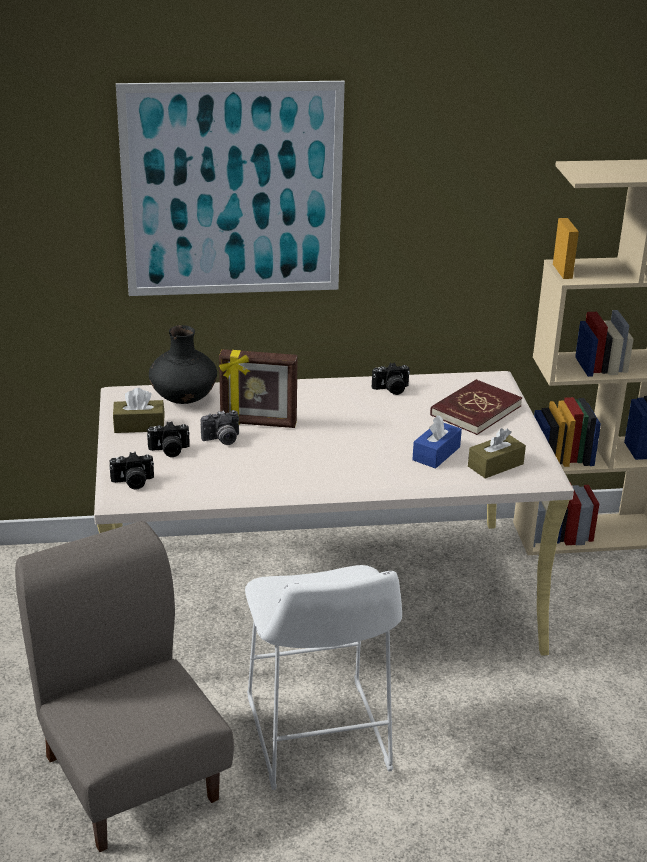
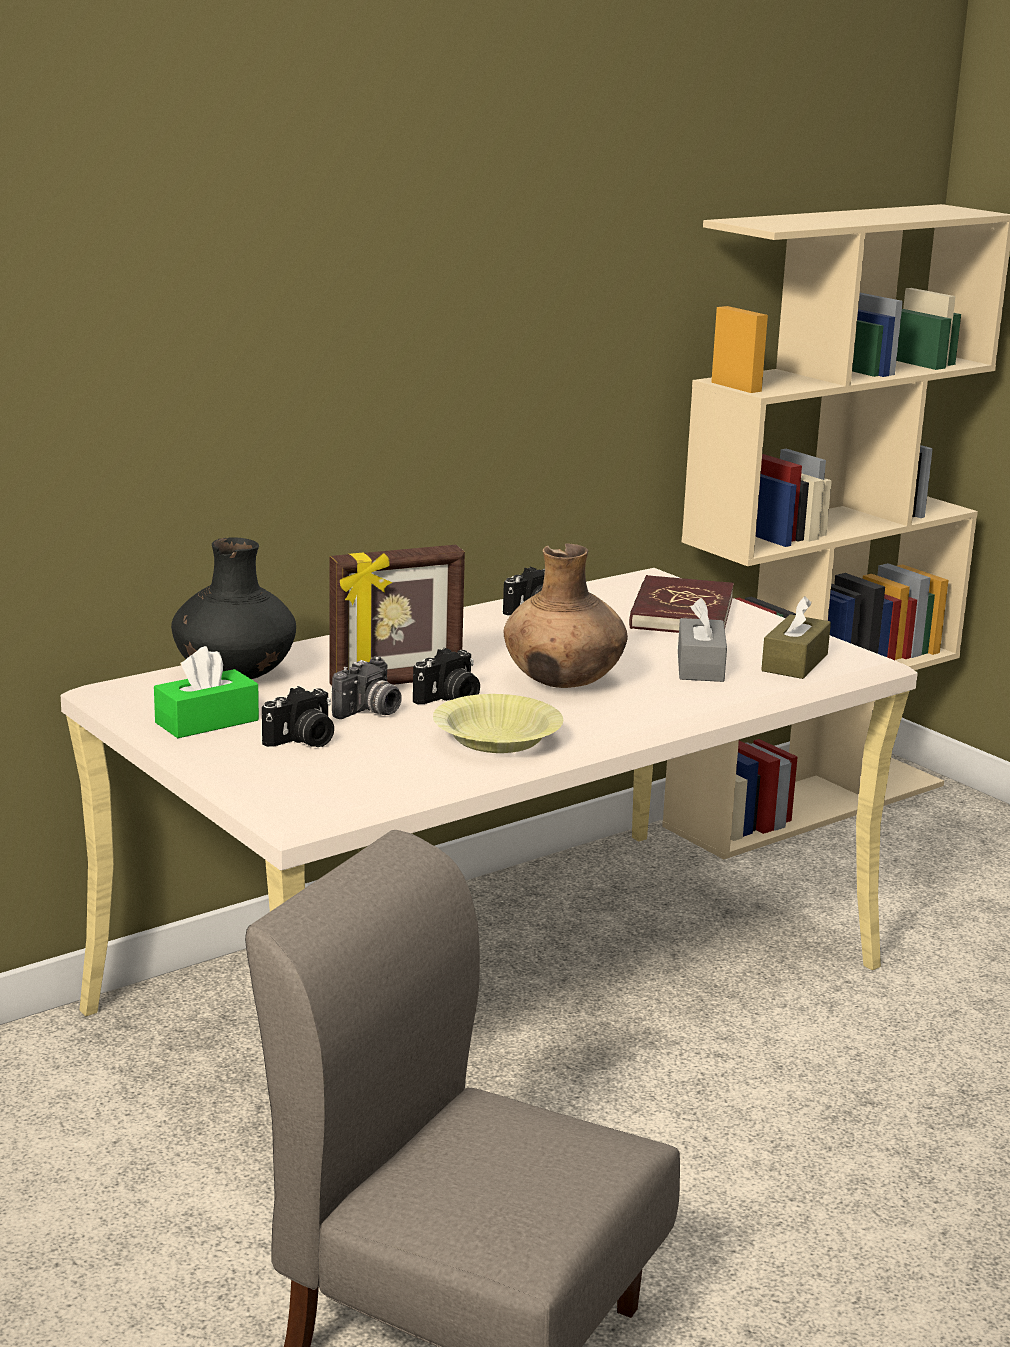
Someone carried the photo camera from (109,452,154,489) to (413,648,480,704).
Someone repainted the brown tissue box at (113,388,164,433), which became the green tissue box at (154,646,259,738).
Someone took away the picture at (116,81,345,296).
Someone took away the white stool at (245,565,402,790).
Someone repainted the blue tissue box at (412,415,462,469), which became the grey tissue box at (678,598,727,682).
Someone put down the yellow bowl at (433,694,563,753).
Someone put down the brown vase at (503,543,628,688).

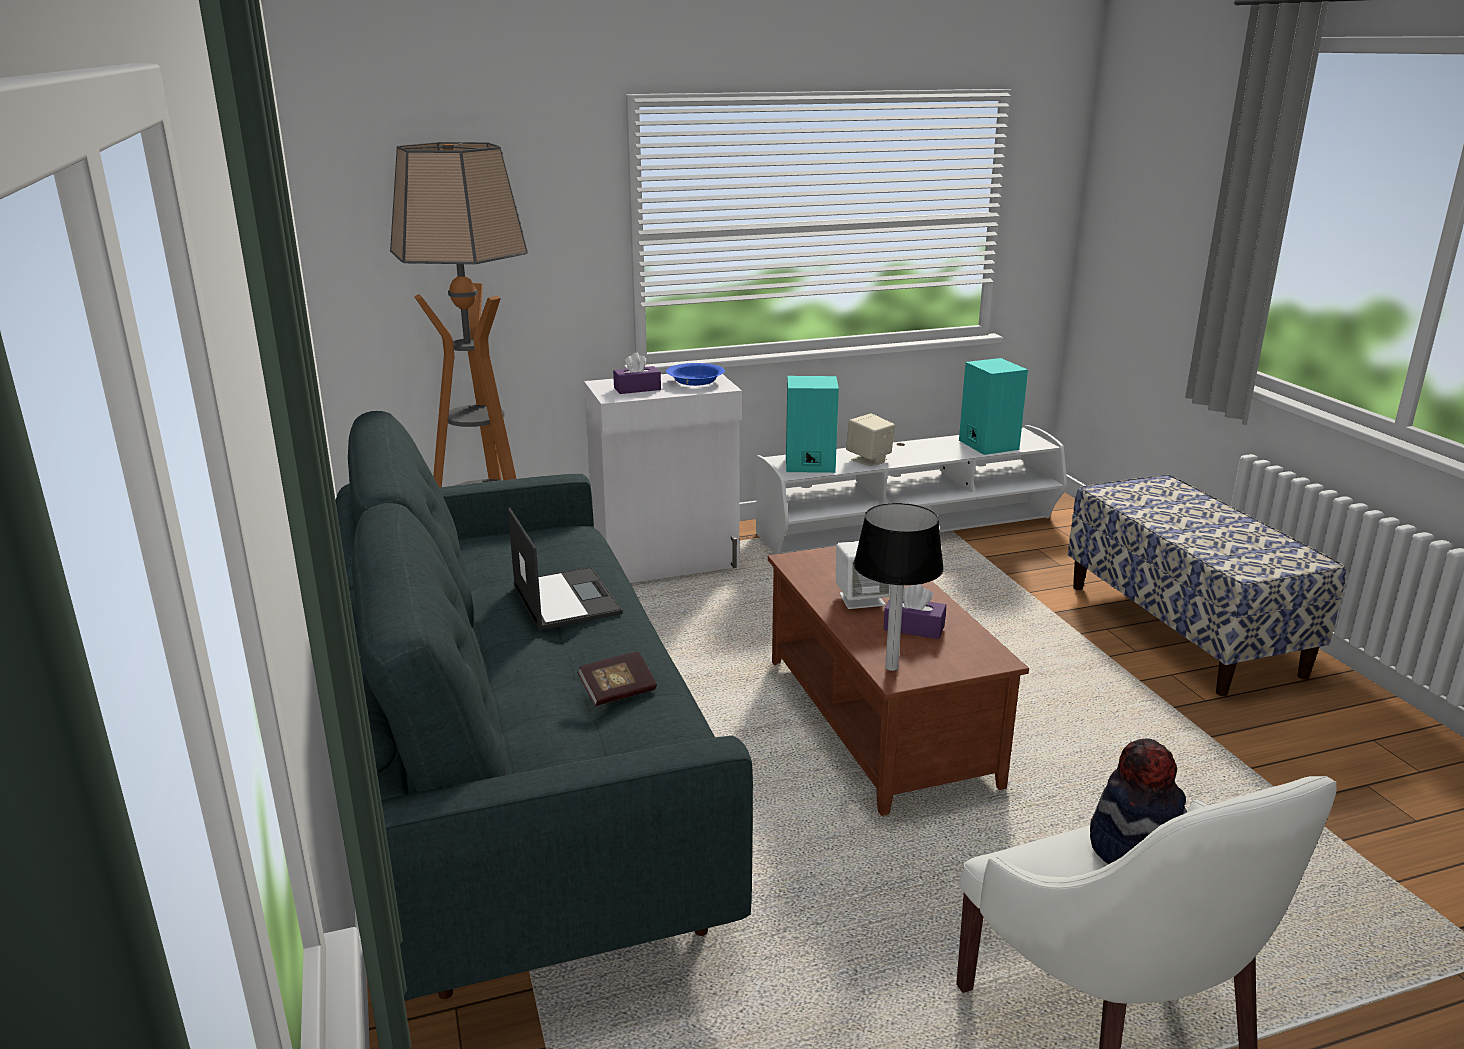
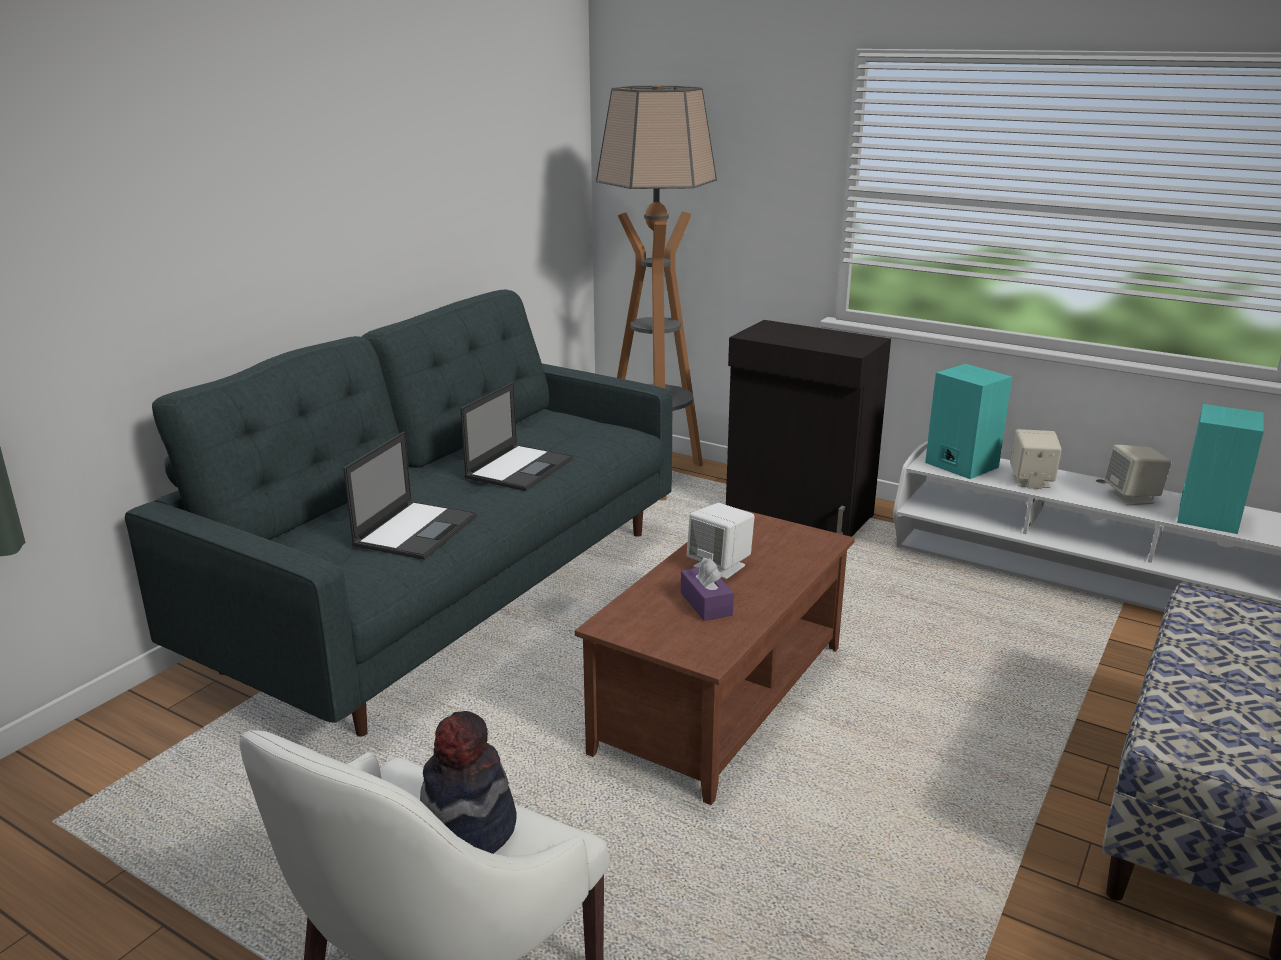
Someone swapped the book at (577,651,657,706) for the laptop at (343,431,477,560).
Someone repainted the white cabinet at (584,374,742,583), which became the black cabinet at (726,320,891,537).
Someone took away the purple tissue box at (613,352,661,394).
Someone took away the blue bowl at (666,363,725,386).
Someone took away the table lamp at (854,503,944,671).
Someone put down the beige speaker at (1104,445,1172,505).

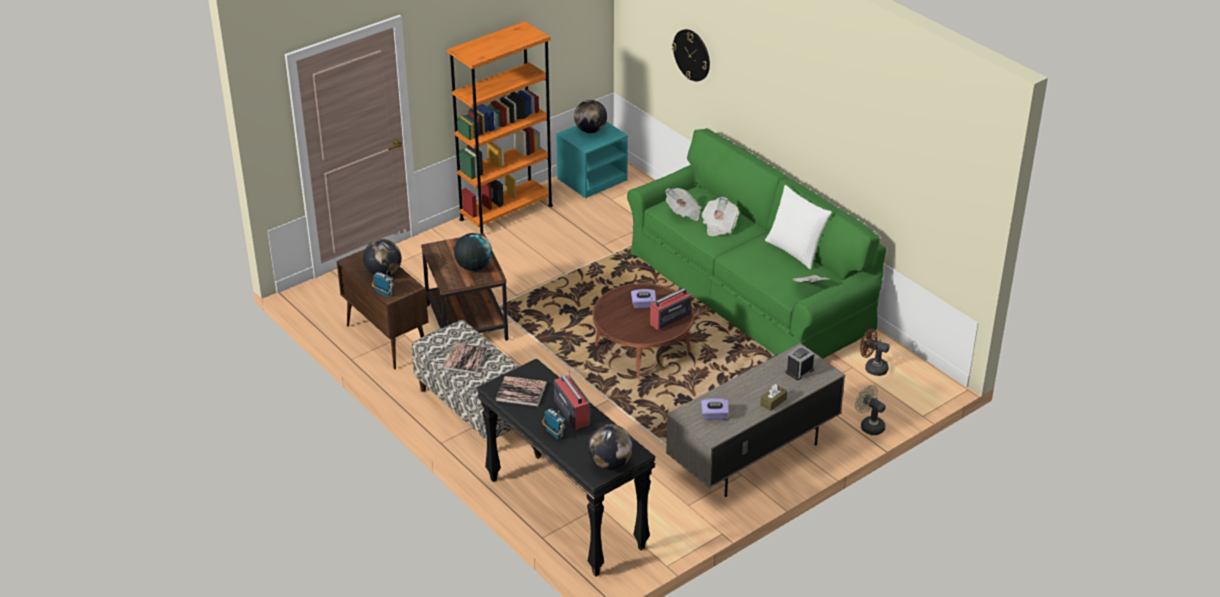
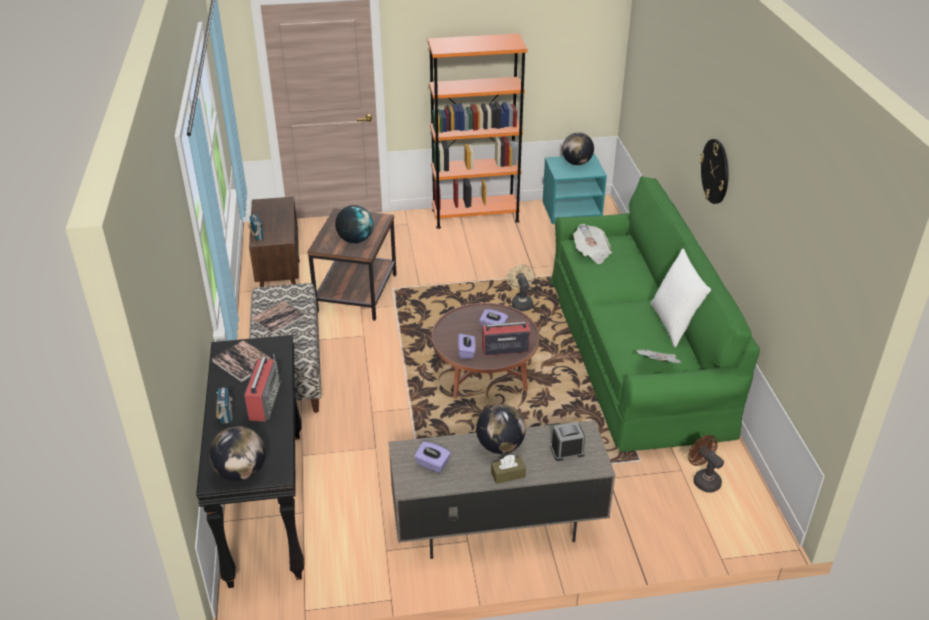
Someone carried the globe from (363,239,401,276) to (476,404,526,454).
Someone carried the wall clock from (672,29,710,81) to (700,139,729,204).
Someone took away the newspaper at (702,197,739,236).
Someone carried the beige fan from (855,385,886,435) to (506,264,534,311).
Someone put down the purple tissue box at (458,334,476,359).

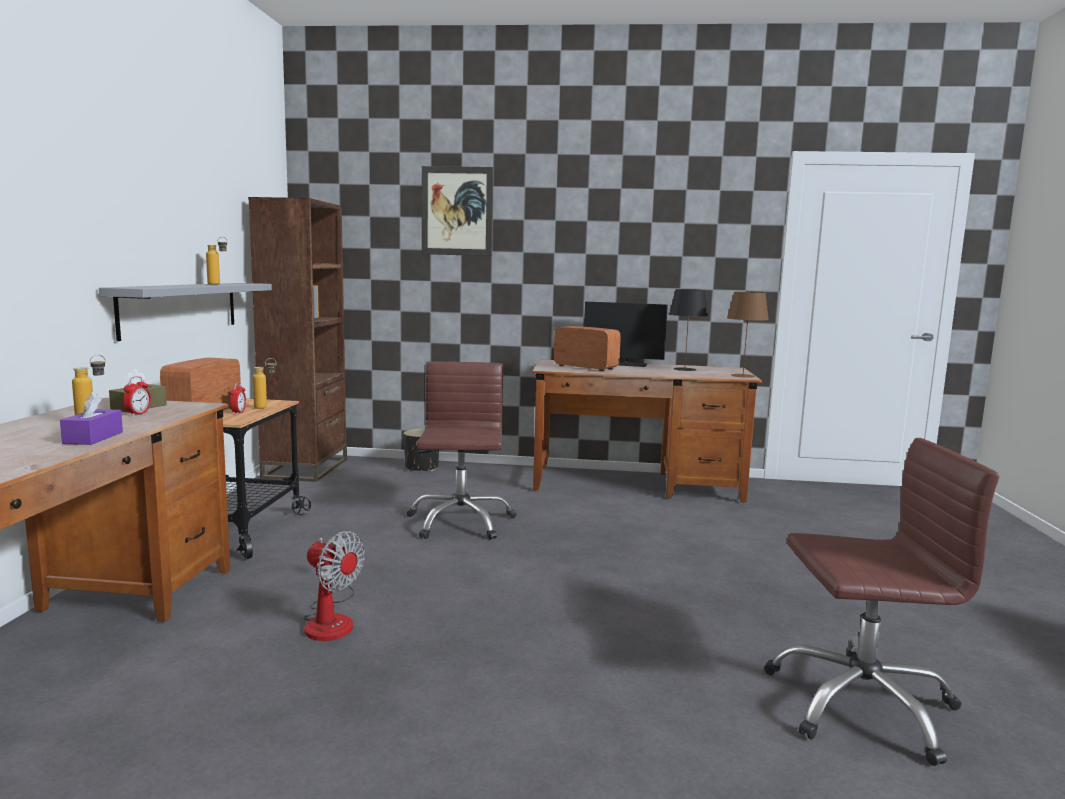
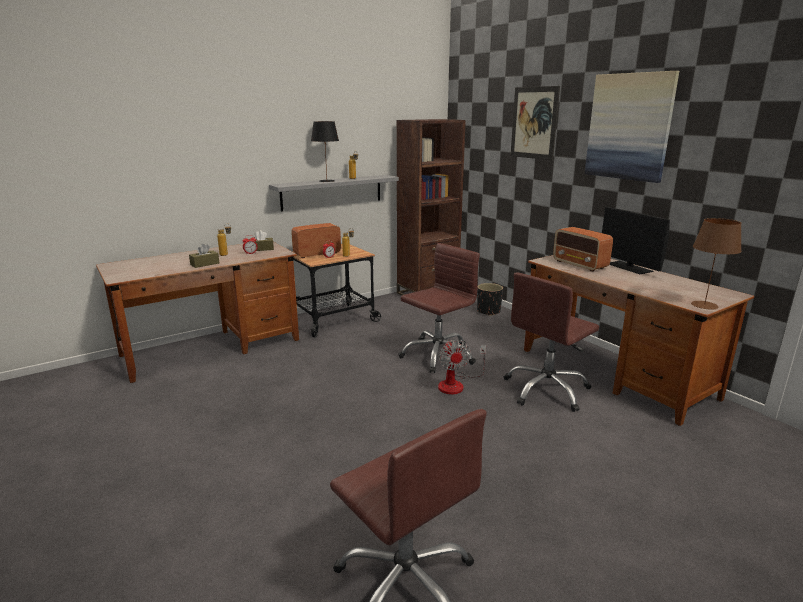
Someone repainted the purple tissue box at (60,392,123,445), which became the brown tissue box at (189,244,219,268).
Someone carried the fan from (304,531,365,641) to (438,340,486,394).
Someone rotated the radio at (554,326,621,371) by 150 degrees clockwise.
Someone carried the black table lamp from (669,289,708,371) to (311,121,339,182).
Someone put down the brown office chair at (504,272,599,412).
Someone put up the picture at (585,71,679,183).

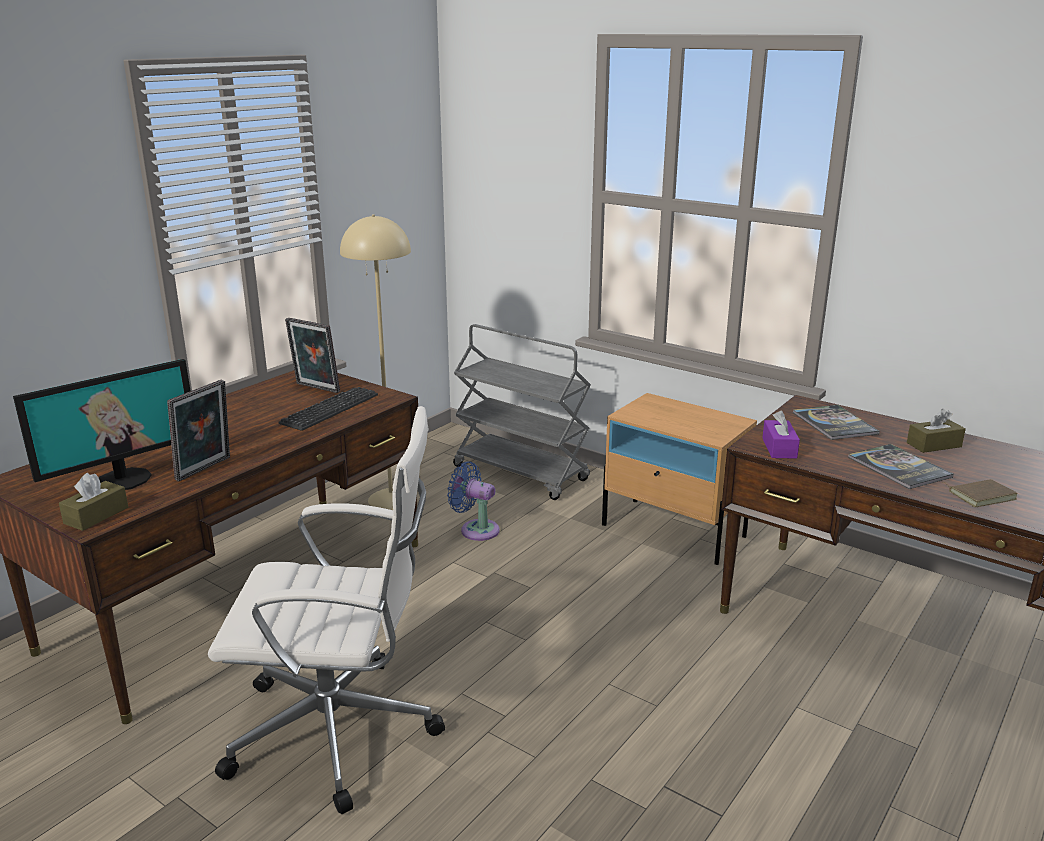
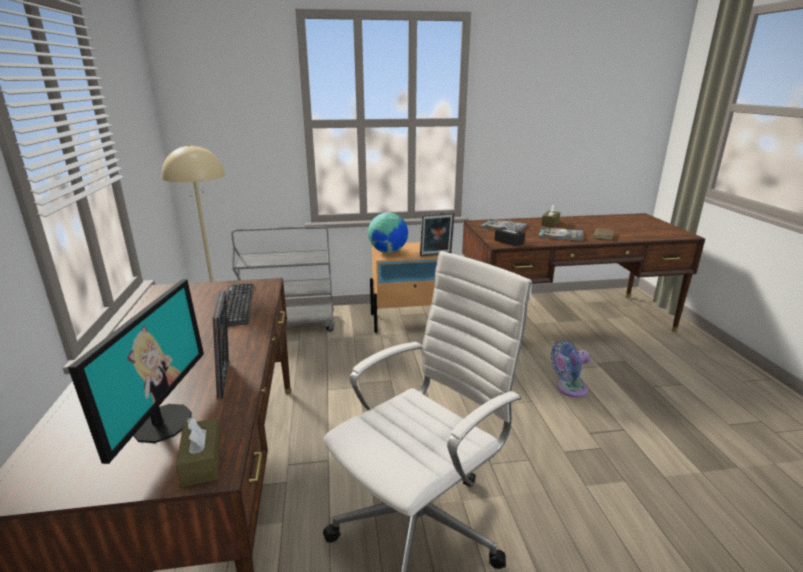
Someone carried the picture frame from (285,318,340,393) to (420,212,455,257).
Someone carried the blue fan from (447,461,500,541) to (551,340,590,398).
Someone repainted the purple tissue box at (762,411,800,459), which became the black tissue box at (494,220,525,247).
Someone put down the globe at (368,212,408,253).

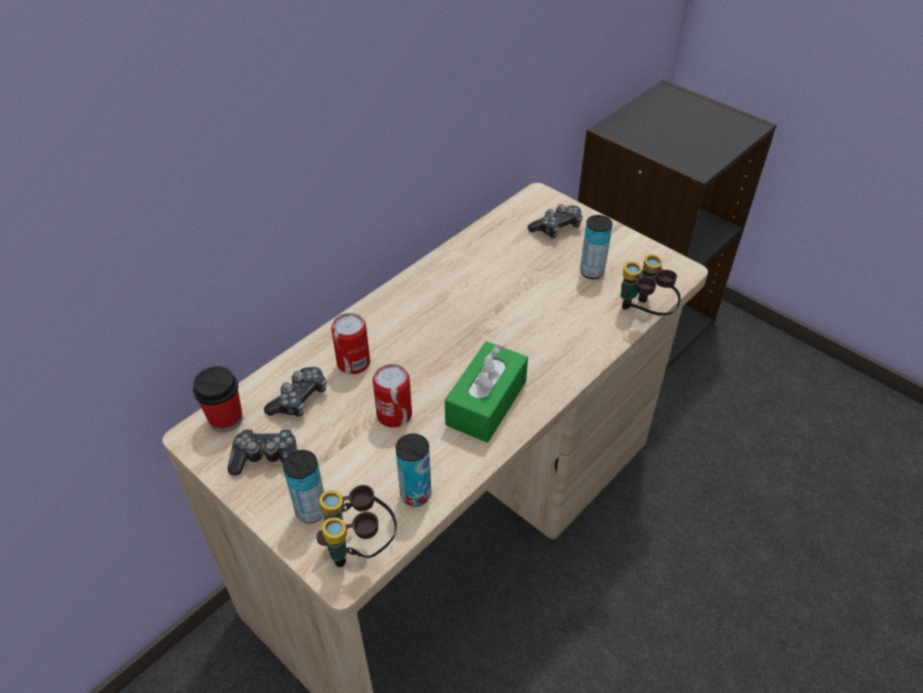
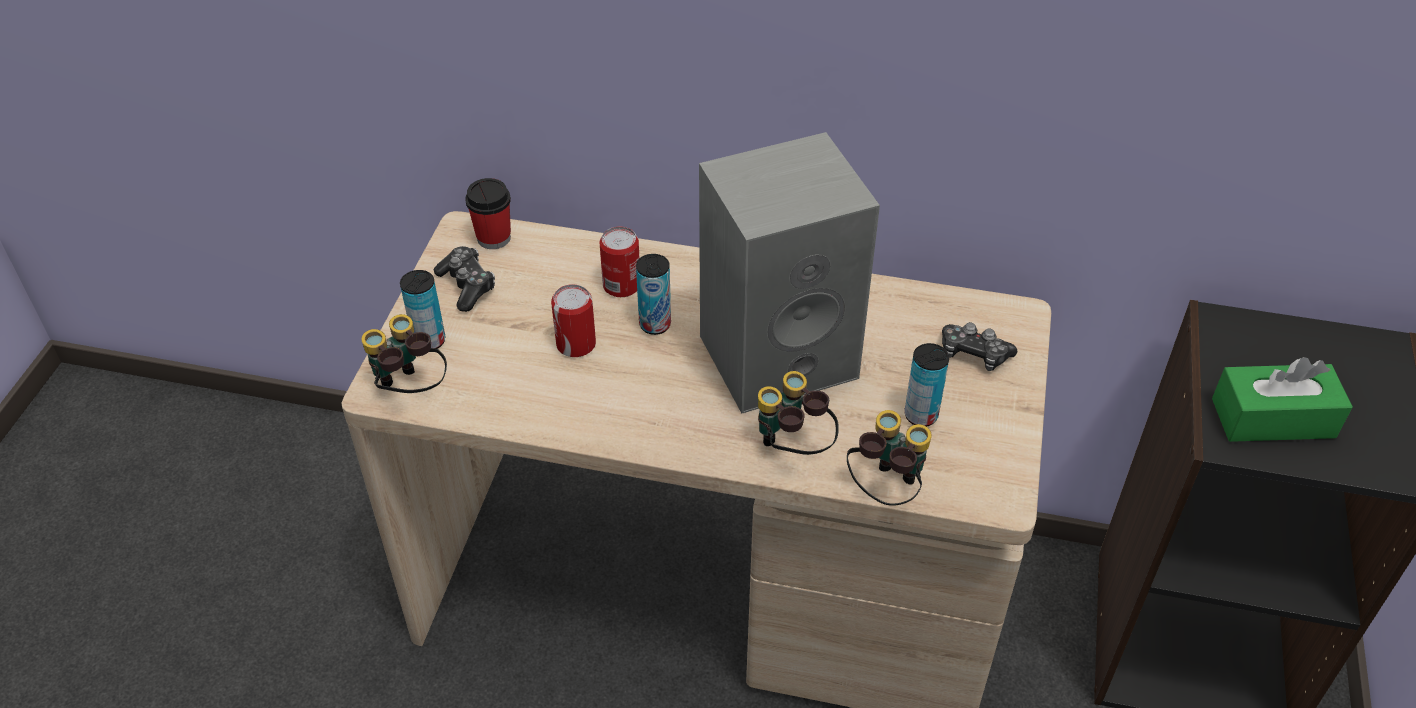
Someone took away the game controller at (264,367,327,417).
Someone carried the can from (396,433,431,506) to (636,254,671,335).
Someone carried the green tissue box from (445,341,528,443) to (1212,357,1353,442).
Someone put down the grey speaker at (699,132,880,413).
Someone put down the binoculars at (758,371,839,455).

